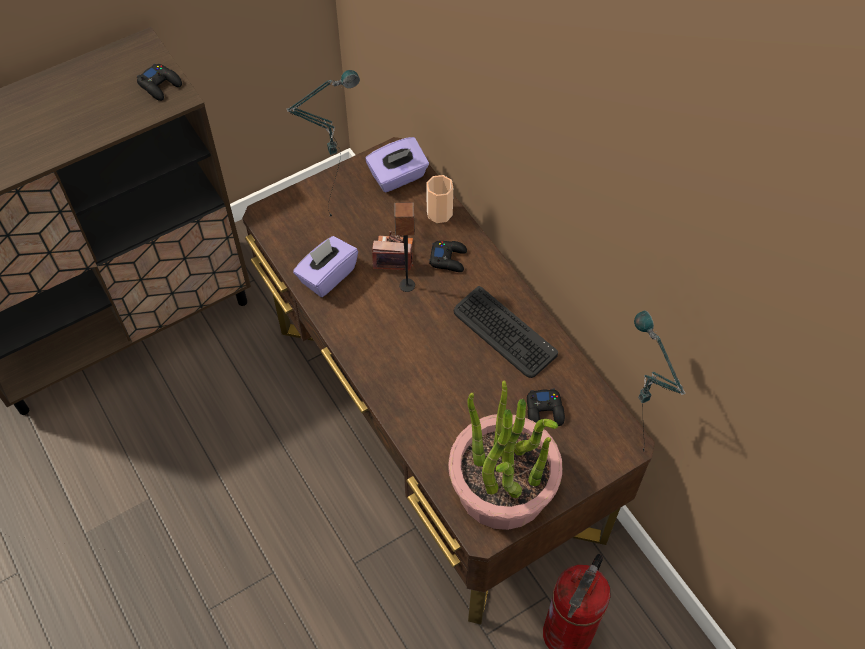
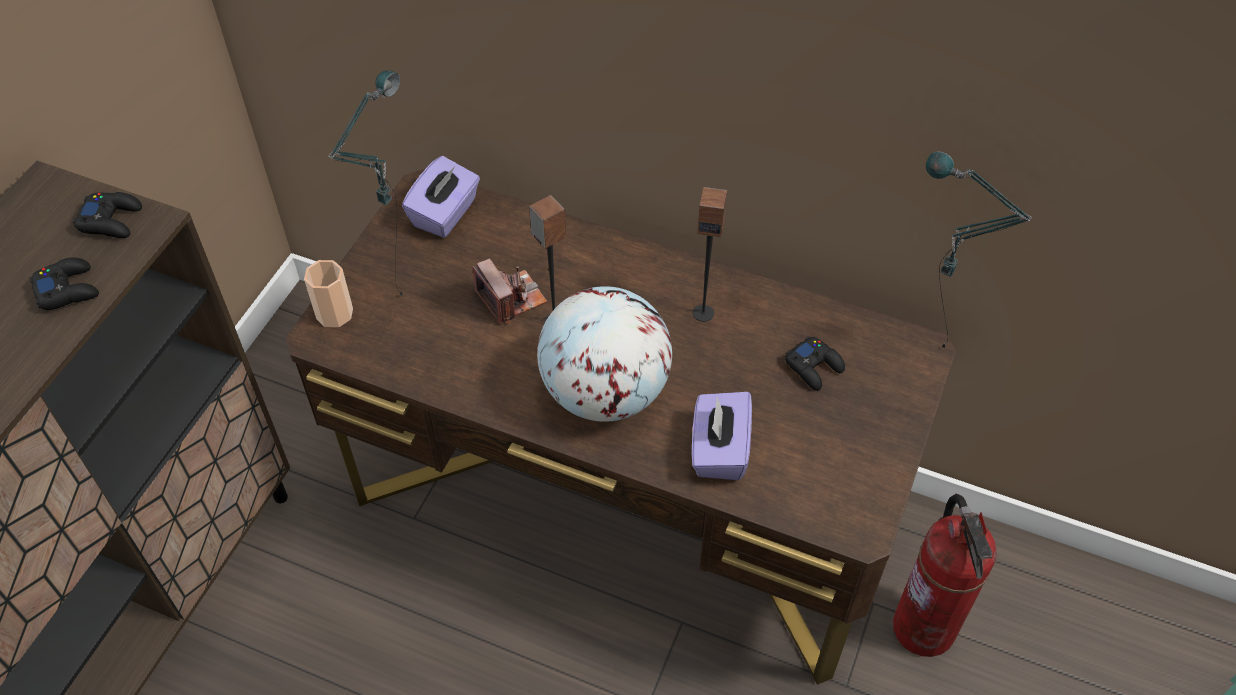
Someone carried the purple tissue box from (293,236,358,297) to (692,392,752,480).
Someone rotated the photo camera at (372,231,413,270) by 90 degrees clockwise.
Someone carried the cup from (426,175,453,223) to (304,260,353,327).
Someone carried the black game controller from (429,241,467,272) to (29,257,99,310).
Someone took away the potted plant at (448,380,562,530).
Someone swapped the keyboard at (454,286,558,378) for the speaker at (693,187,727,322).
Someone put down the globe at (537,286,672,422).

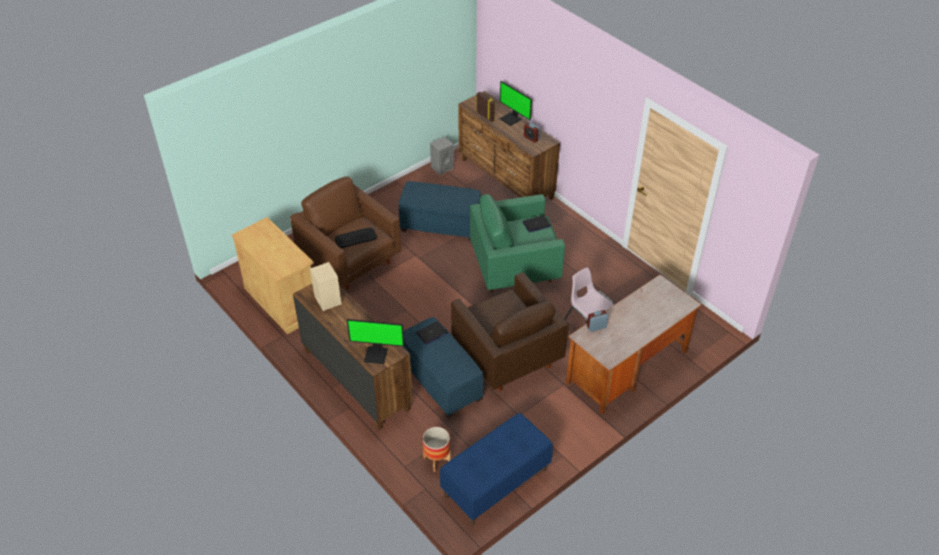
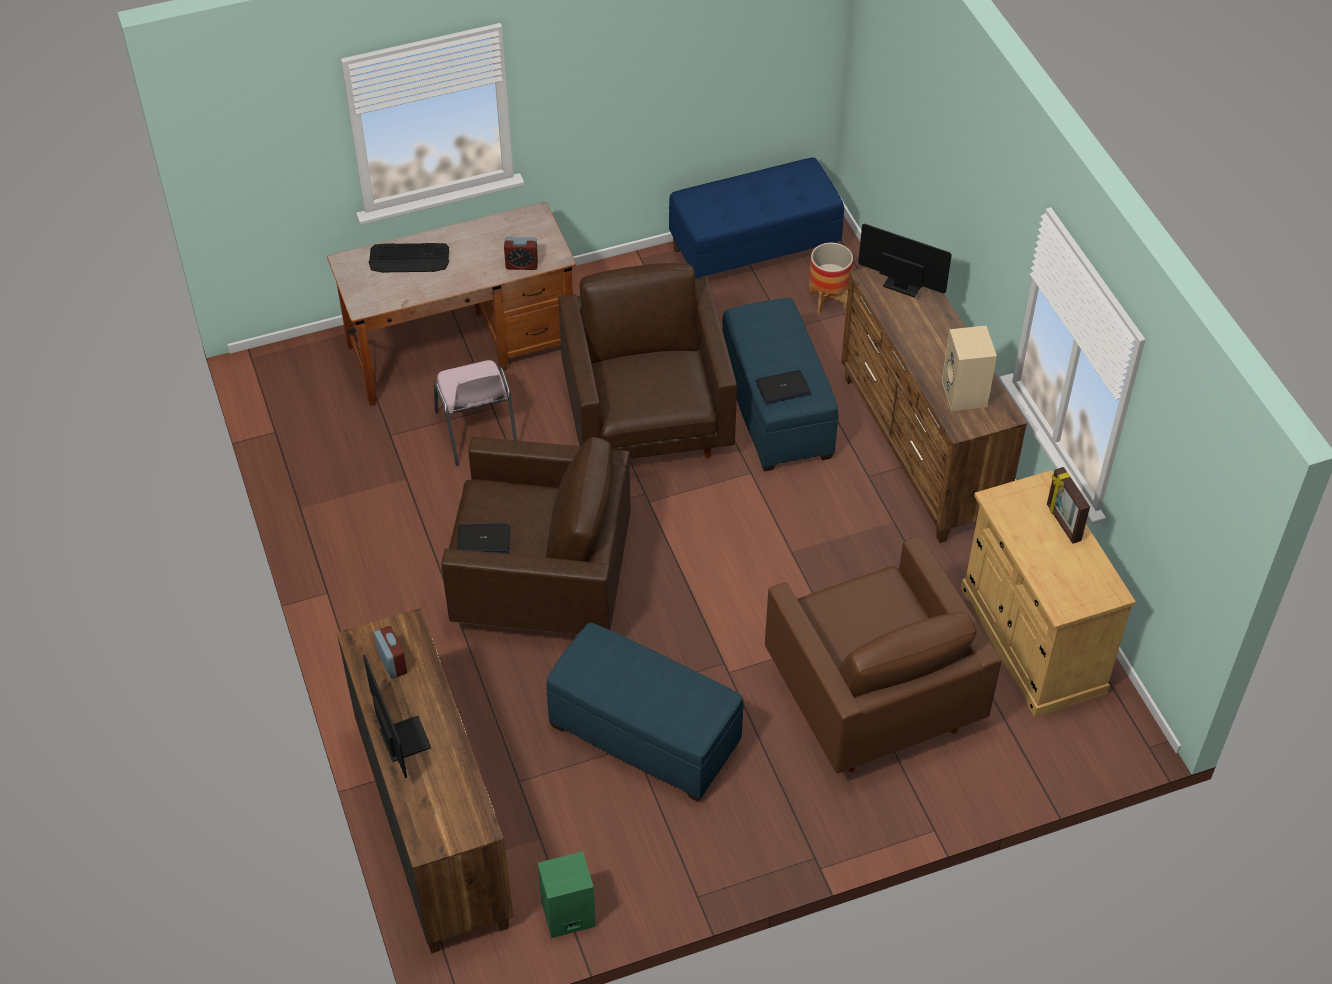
Someone carried the keyboard from (335,228,377,248) to (368,243,449,273).
Someone repainted the grey speaker at (430,136,454,175), which became the green speaker at (538,851,596,938).
Someone repainted the green armchair at (470,194,565,292), which became the brown armchair at (441,437,631,635).
Someone carried the picture frame from (476,92,496,122) to (1047,467,1090,544).

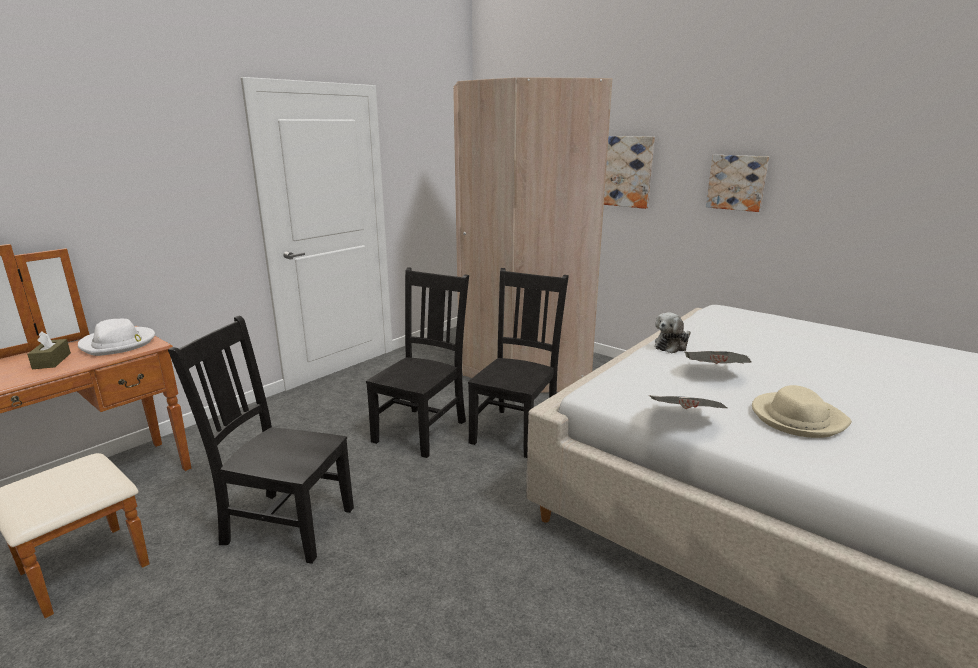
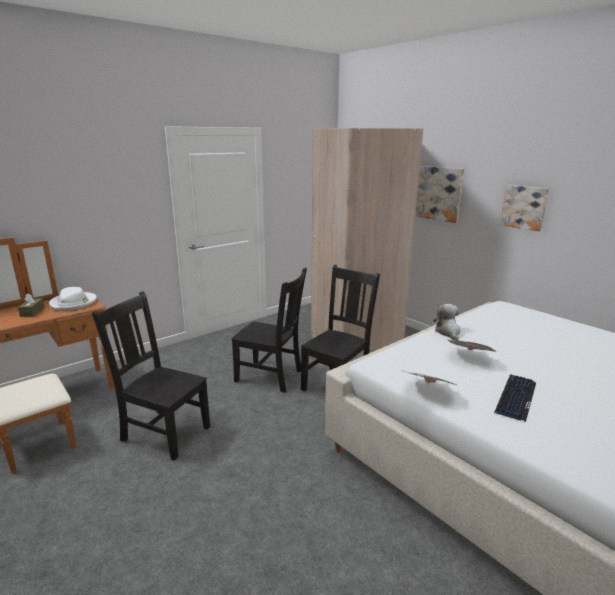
Someone rotated the black chair at (366,267,469,458) by 75 degrees clockwise.
Someone rotated the plush toy at (655,312,691,353) by 120 degrees clockwise.
Someone swapped the beige hat at (752,385,852,438) for the keyboard at (494,374,536,422).

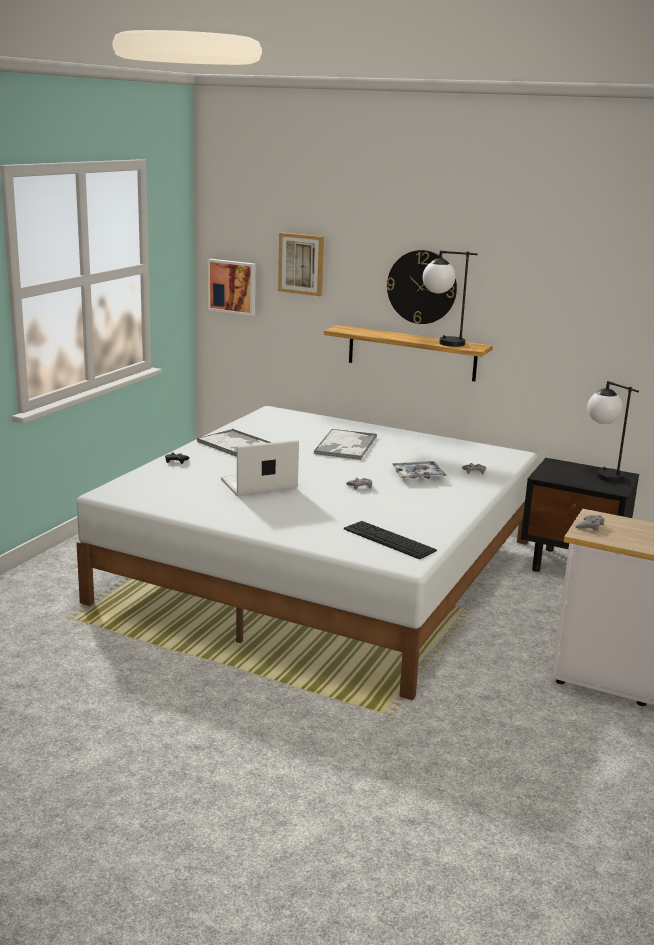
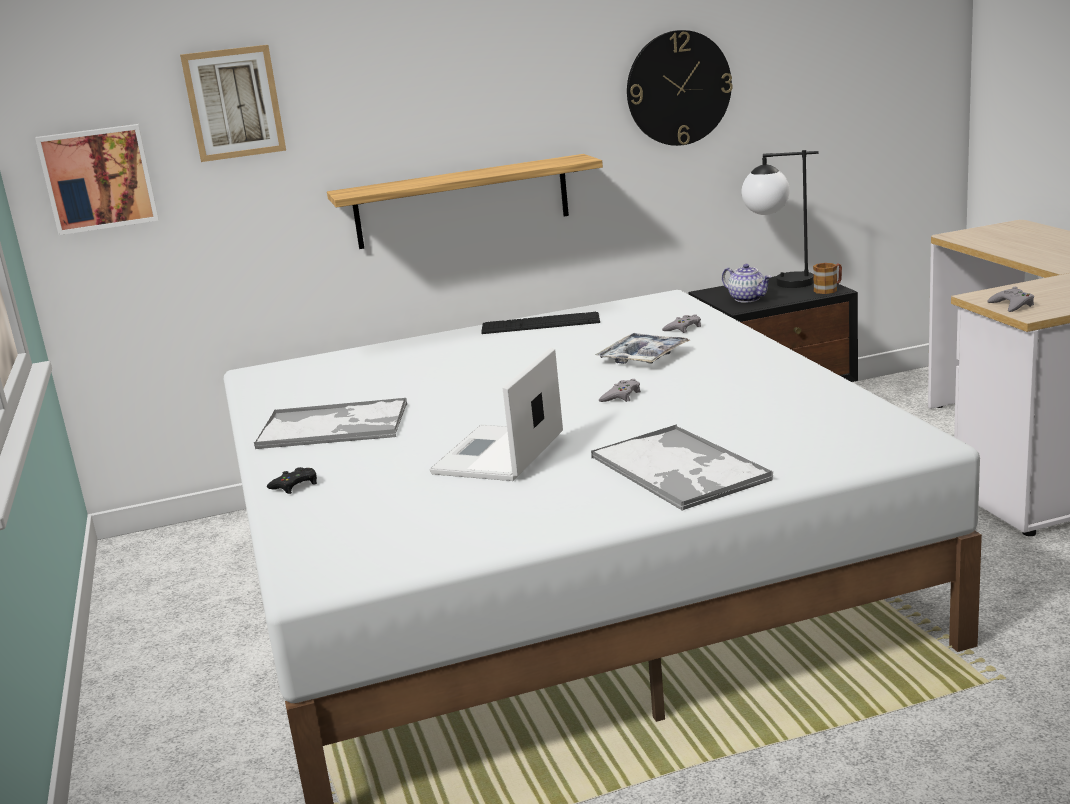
Someone carried the tray from (314,429,377,460) to (591,424,773,511).
Someone carried the keyboard from (344,521,437,559) to (481,311,600,334).
Someone carried the wall clock from (387,250,457,324) to (627,30,733,146).
Someone took away the table lamp at (423,251,478,347).
Someone put down the teapot at (722,264,772,303).
Someone put down the mug at (813,263,842,294).

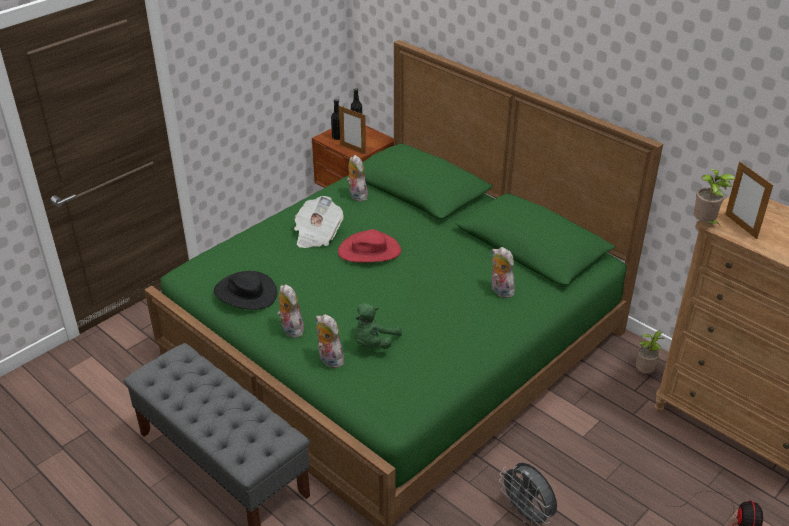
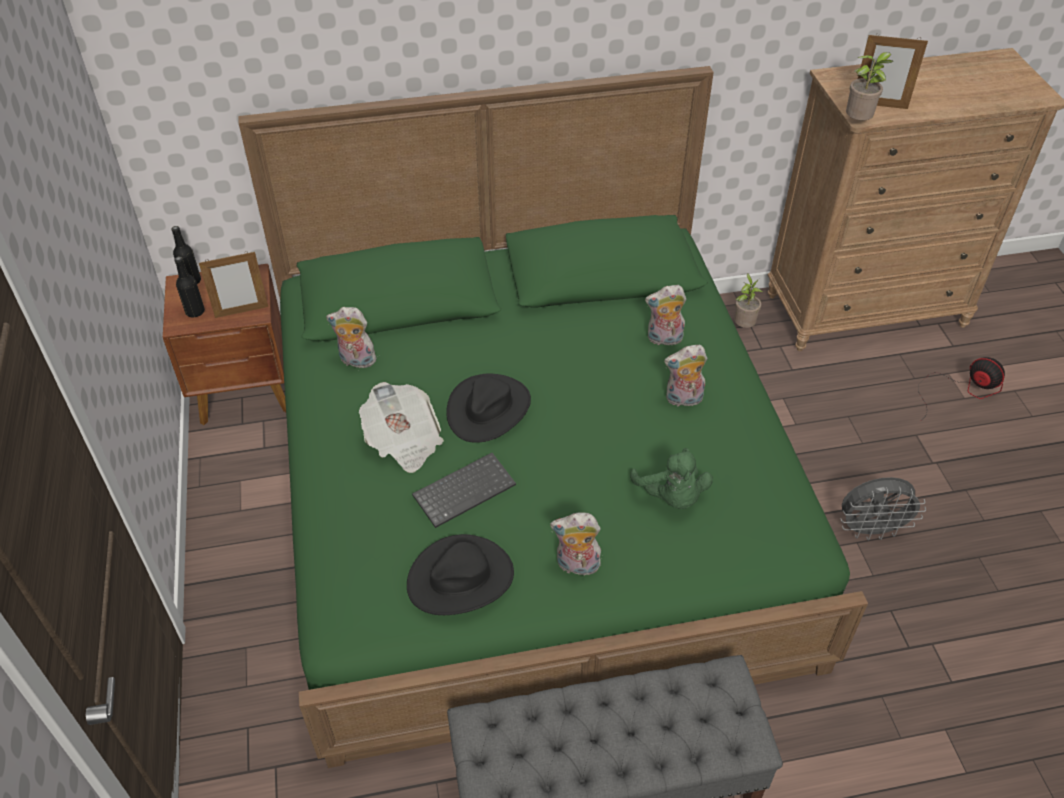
Someone carried the plush toy from (316,314,344,368) to (664,345,707,406).
Someone repainted the red hat at (338,229,401,263), which became the black hat at (446,373,531,443).
Someone put down the keyboard at (412,453,516,528).

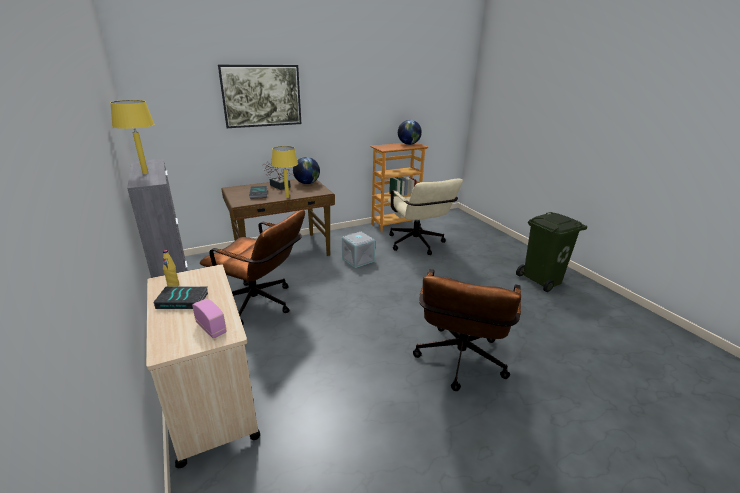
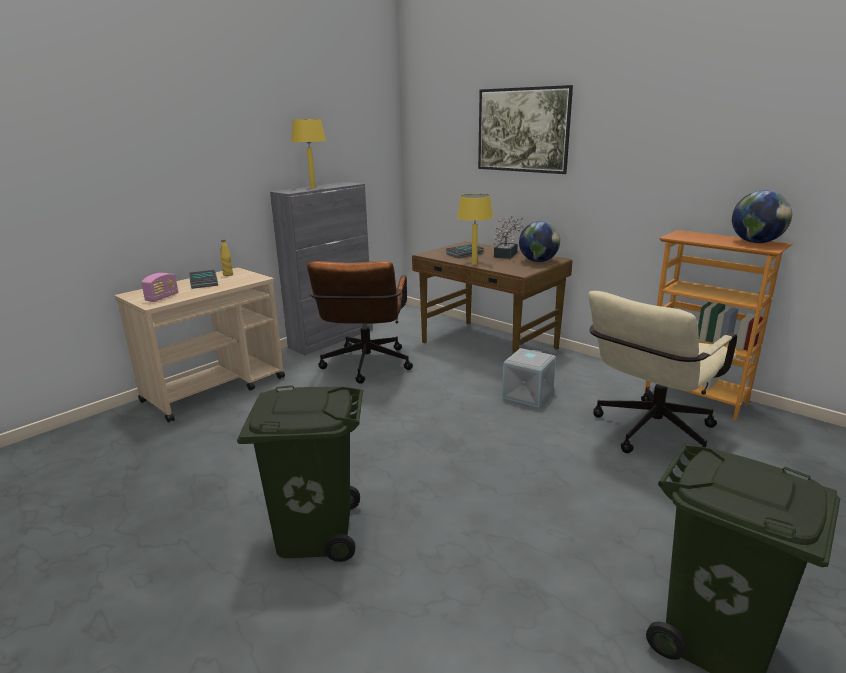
Someone swapped the brown office chair at (413,269,521,391) for the green trash can at (237,385,363,562).

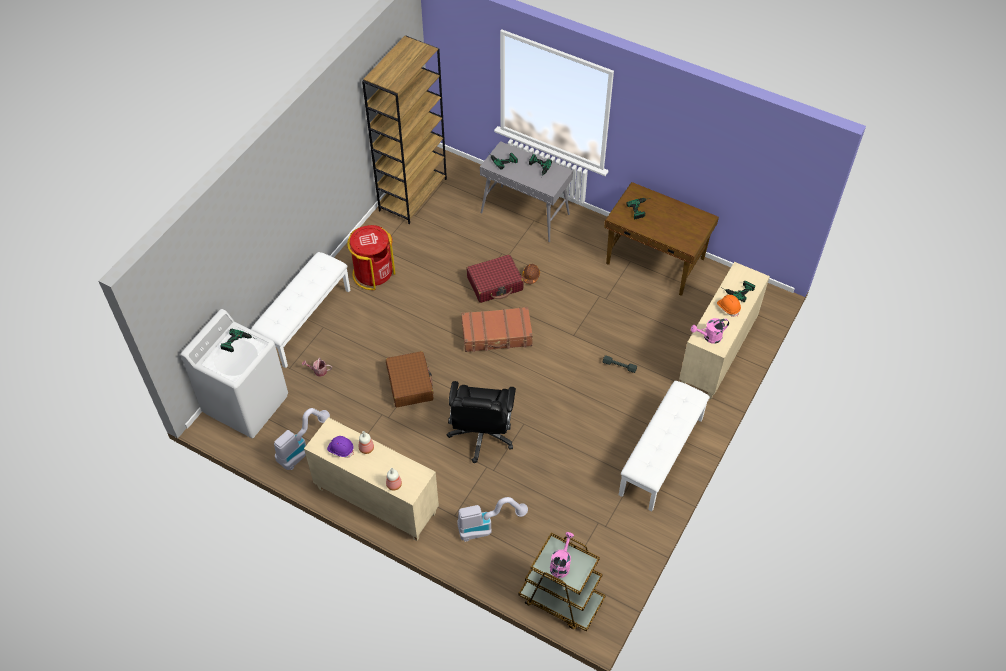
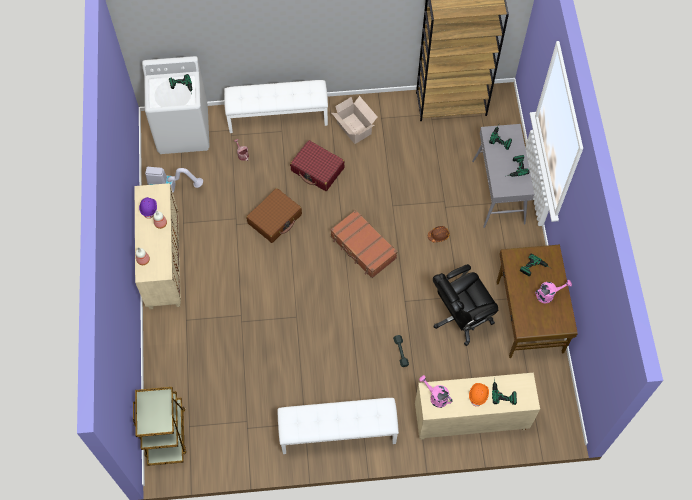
Someone swapped the red trash can at (347,225,395,290) for the cardboard box at (332,96,377,144).
Someone carried the black office chair from (446,381,516,463) to (433,264,498,346).
Someone took away the vacuum cleaner at (457,497,528,542).
Someone carried the red suitcase from (467,254,523,303) to (290,140,345,191).
Someone carried the pink watering can from (550,532,574,578) to (535,280,572,303).

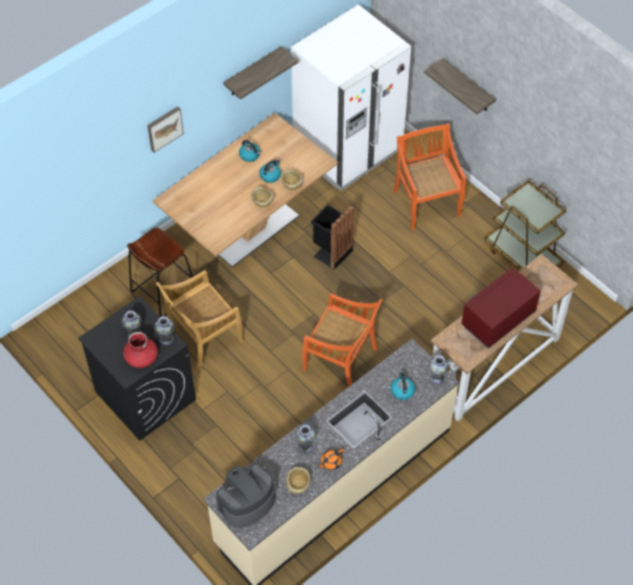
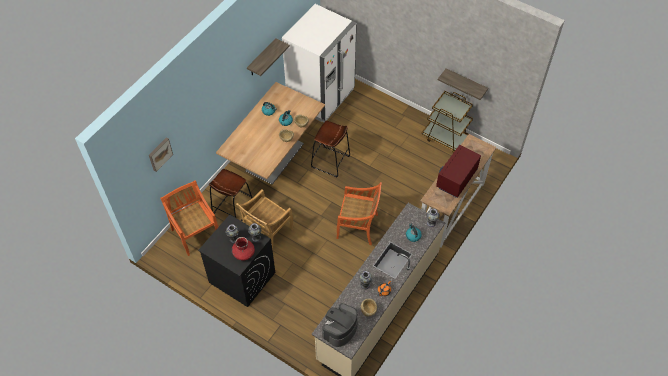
Someone carried the picture from (147,106,184,153) to (149,138,173,172).
Someone swapped the black trash can at (311,205,354,270) for the brown stool at (311,121,350,177).
Someone carried the orange chair from (393,123,466,230) to (160,180,218,256).
Someone carried the shelf from (424,58,496,114) to (438,68,488,100).

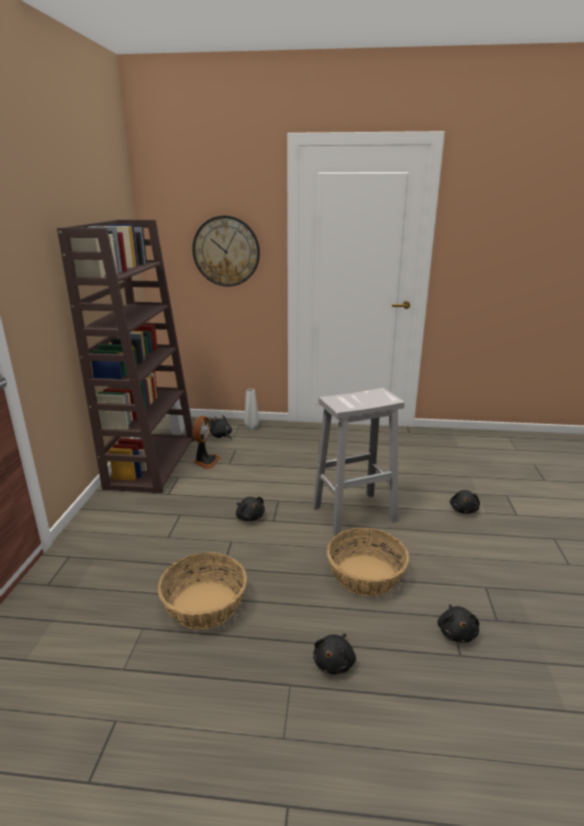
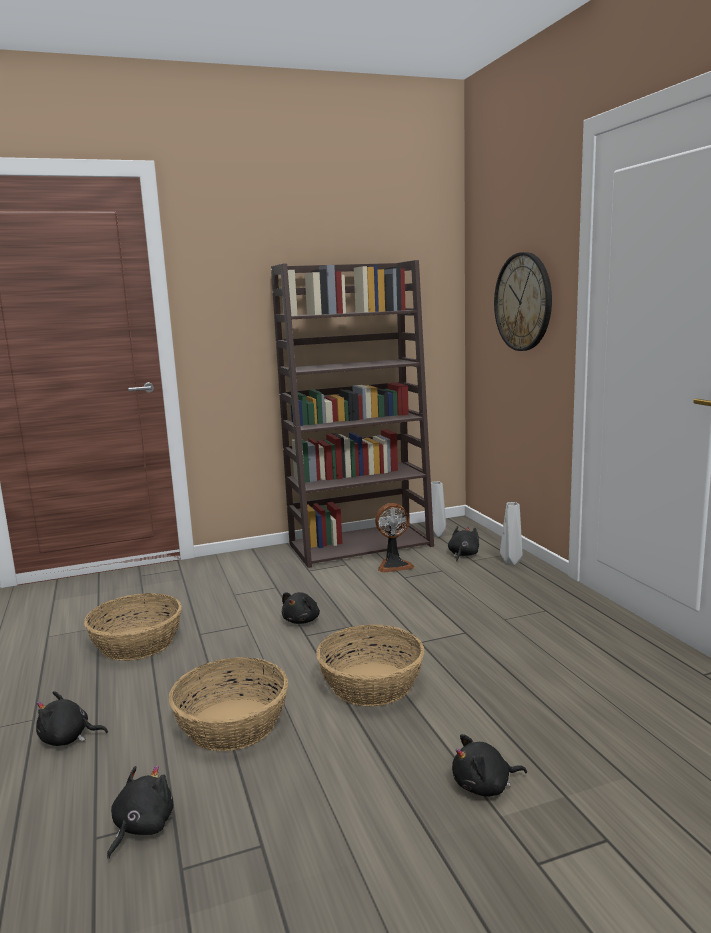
Someone swapped the white stool at (313,388,405,536) for the basket at (316,624,424,706).
Someone rotated the black plush toy at (438,605,479,643) by 135 degrees clockwise.

